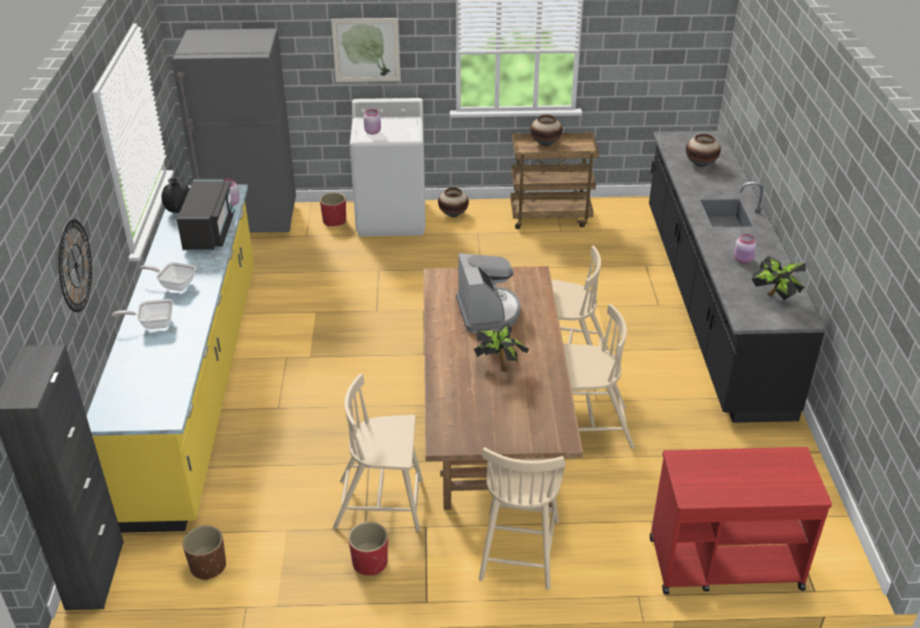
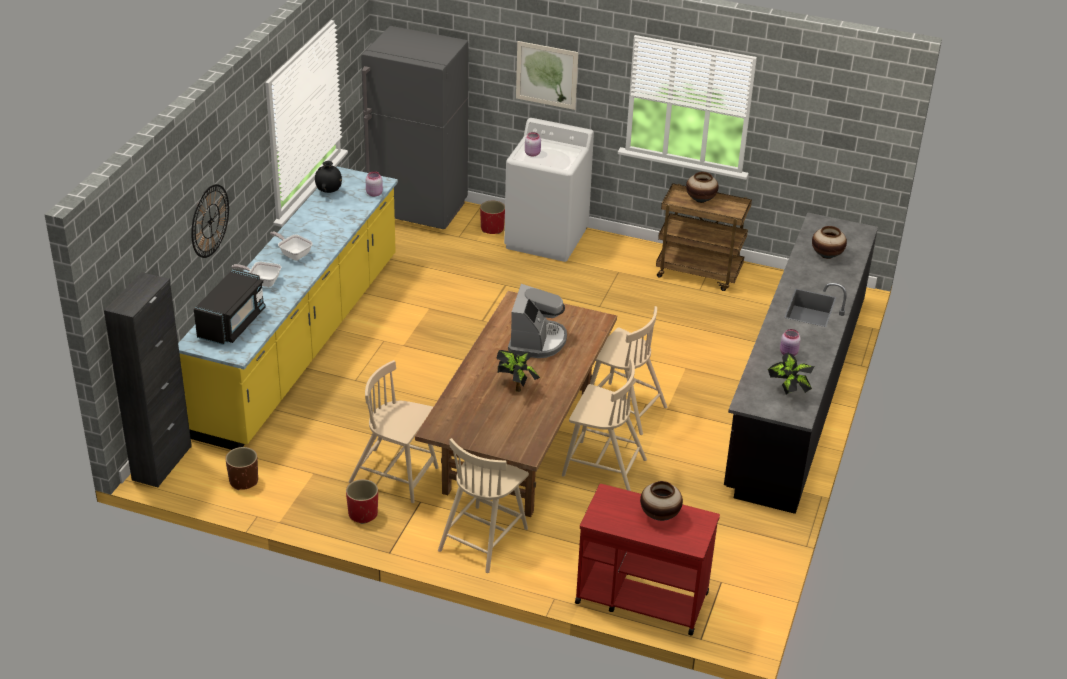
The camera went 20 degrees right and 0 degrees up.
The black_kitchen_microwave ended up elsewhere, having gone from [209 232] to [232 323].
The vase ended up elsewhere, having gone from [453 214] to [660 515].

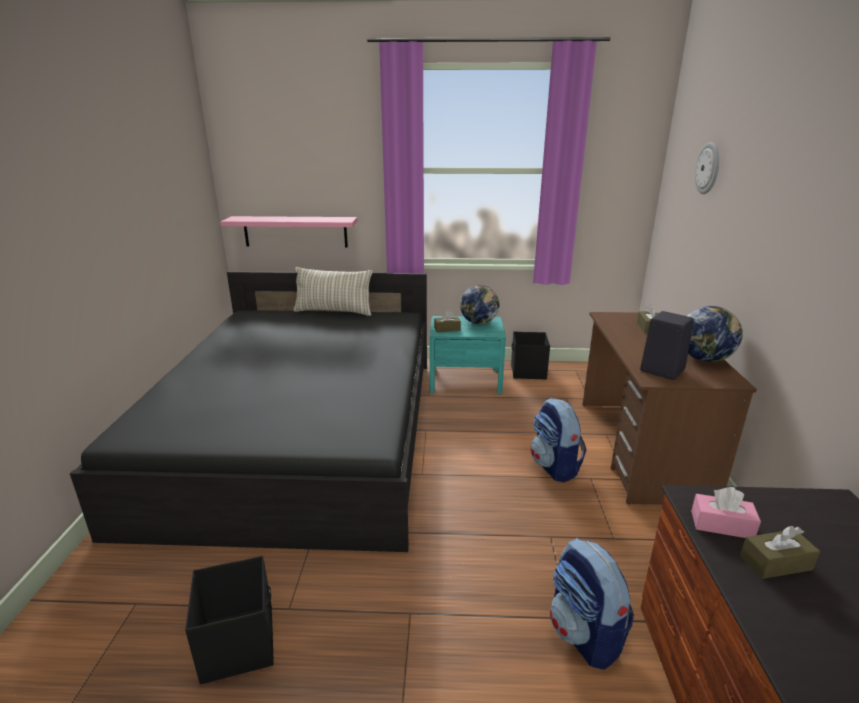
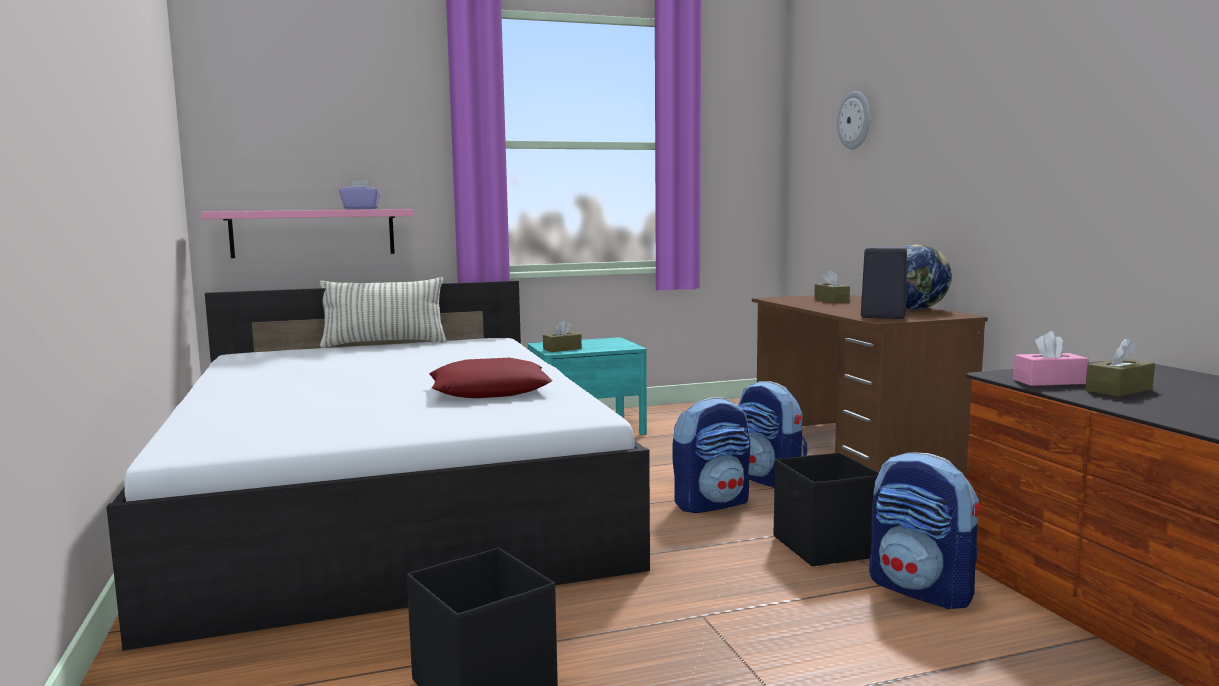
The camera went 20 degrees left and 15 degrees down.
What was the black_bed at [302 432] turned into the white-coloured_bed at [389 499].
The second view lost the desk_globe at [479 322].
The black_storage_bin ended up elsewhere, having gone from [528 371] to [825 547].
The second view gained the purple-coloured_tissue_box at [361 209].
The second view gained the red_pillow at [490 390].
The second view gained the backpack at [712 503].

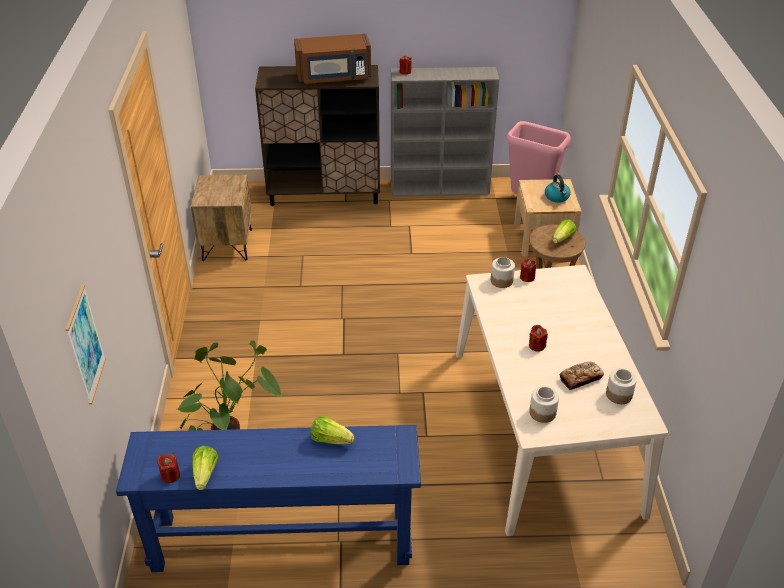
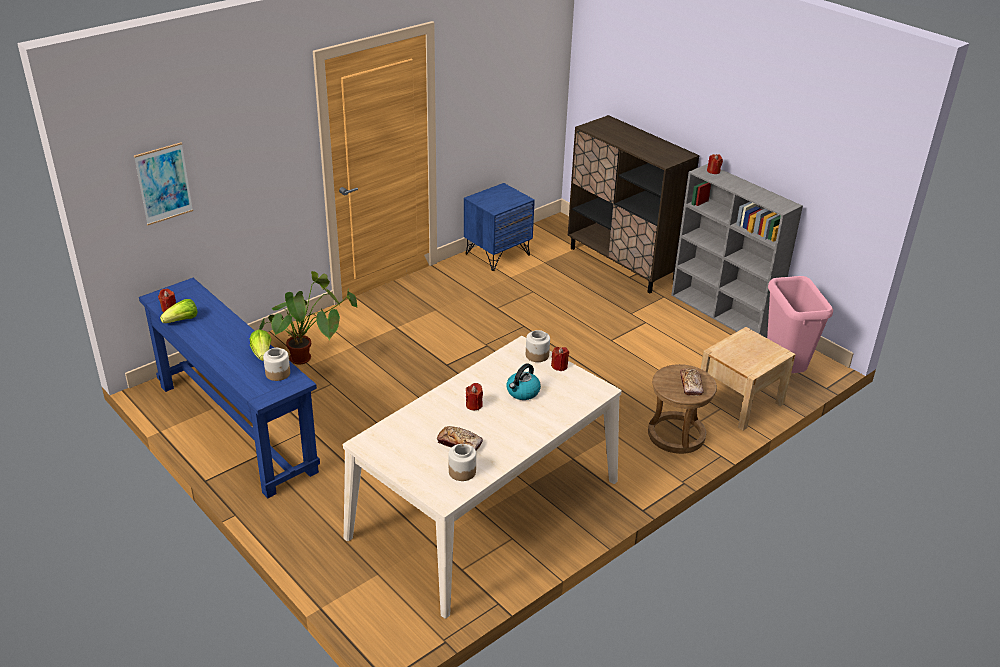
The camera went 50 degrees right and 5 degrees down.
What was the brown-coloured_night_table at [227 245] turned into the blue-coloured_night_table at [497 254].
The second view lost the brown-coloured_kitchen_microwave at [334 77].
The preserve_jar ended up elsewhere, having gone from [543 412] to [278 373].
The tea_kettle ended up elsewhere, having gone from [557 197] to [522 392].
Where the lettuce stood at [563 239], the bread came to stand at [691 385].

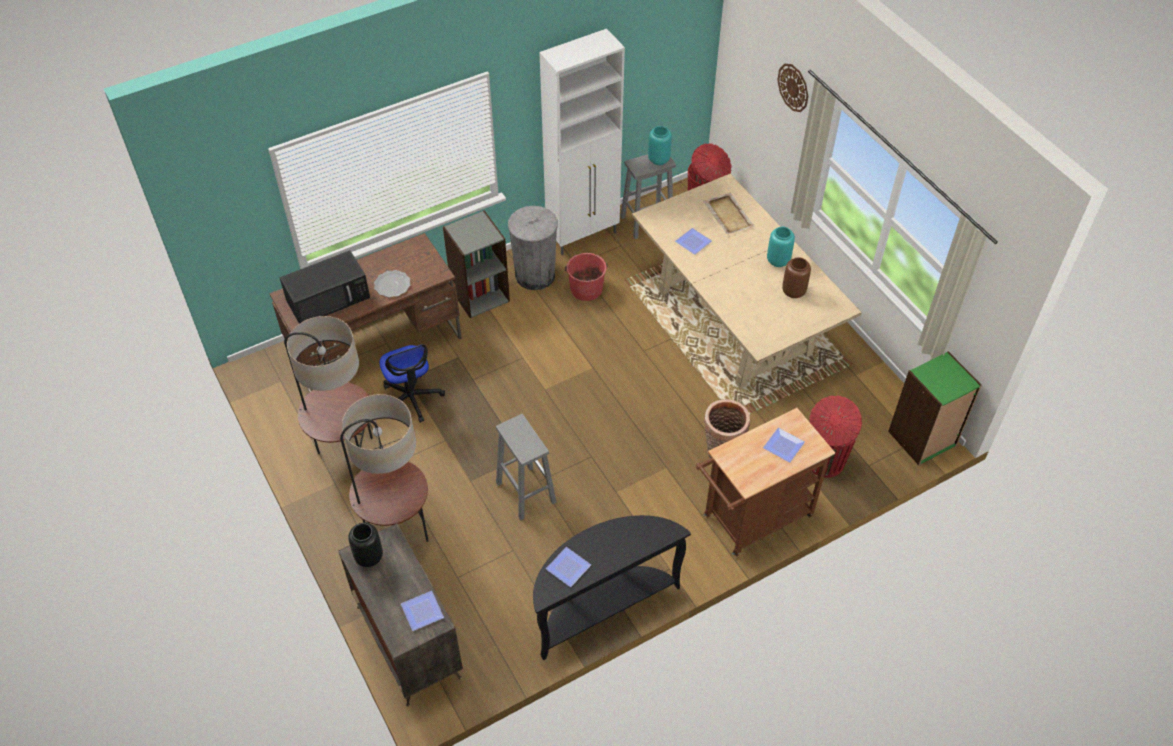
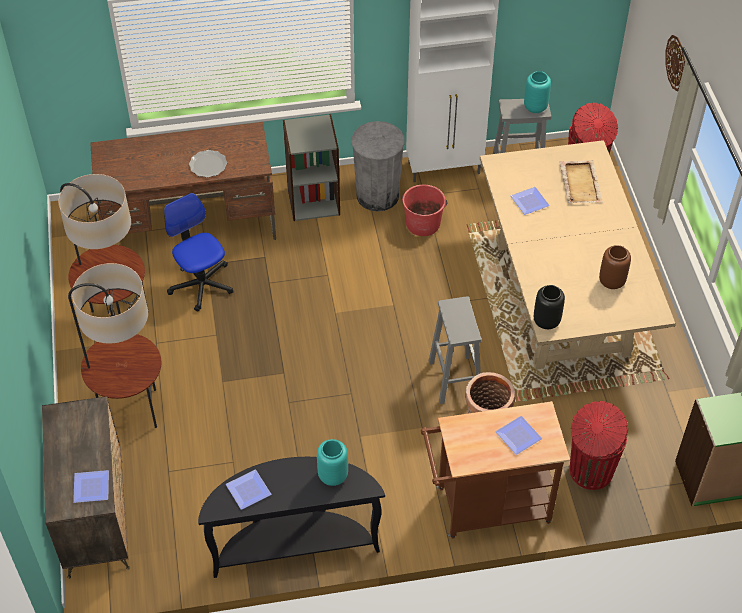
The camera went 20 degrees right and 0 degrees up.
The second view lost the black_kitchen_microwave at [329 298].
The black_vase ended up elsewhere, having gone from [368 557] to [546 321].
The computer_chair at [411 398] ended up facing another way, 150 degrees clockwise from before.
The greyish_sitting_stool ended up elsewhere, having gone from [525 492] to [454 378].
The turquoise-coloured_vase ended up elsewhere, having gone from [777 261] to [332 475].

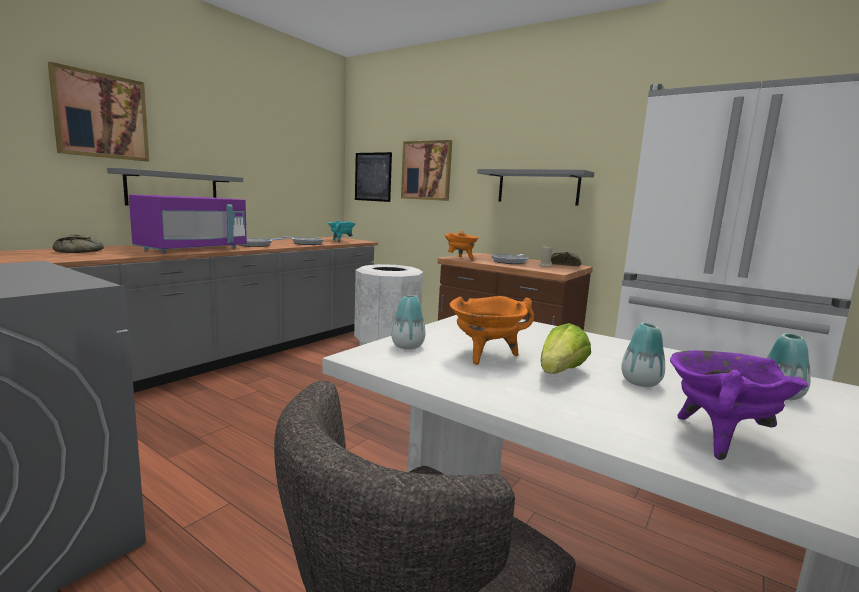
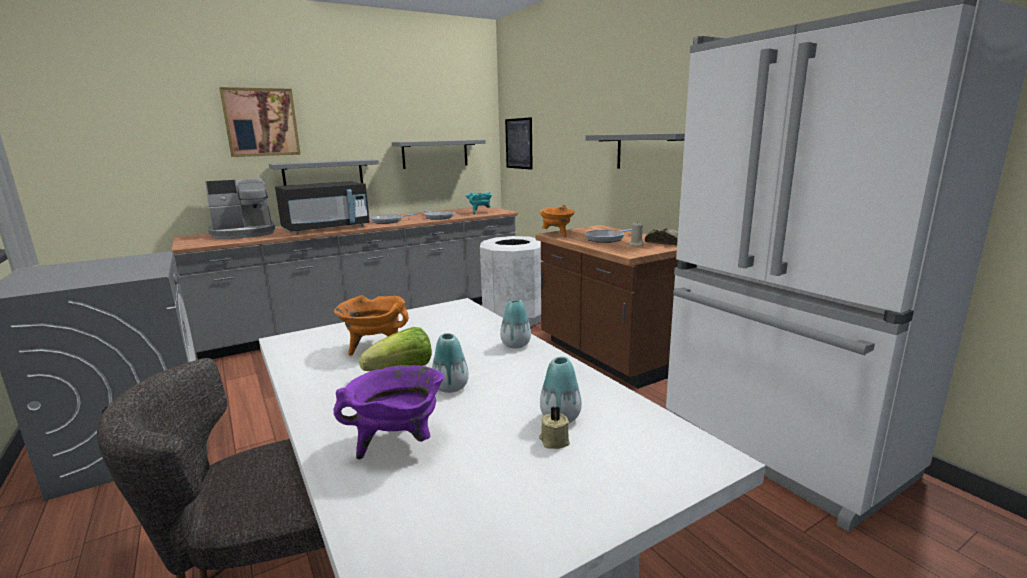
The camera went 25 degrees right and 5 degrees up.
Where the bread stood at [80 251], the coffee_machine came to stand at [244 233].
What was the purple-coloured_kitchen_microwave at [193 249] turned into the black_kitchen_microwave at [326 229].
The vase ended up elsewhere, having gone from [407 346] to [515 345].
The second view lost the picture at [426 170].
The second view gained the greyish_wall_shelf at [435 154].
The second view gained the sand-coloured_wax_light at [554 441].

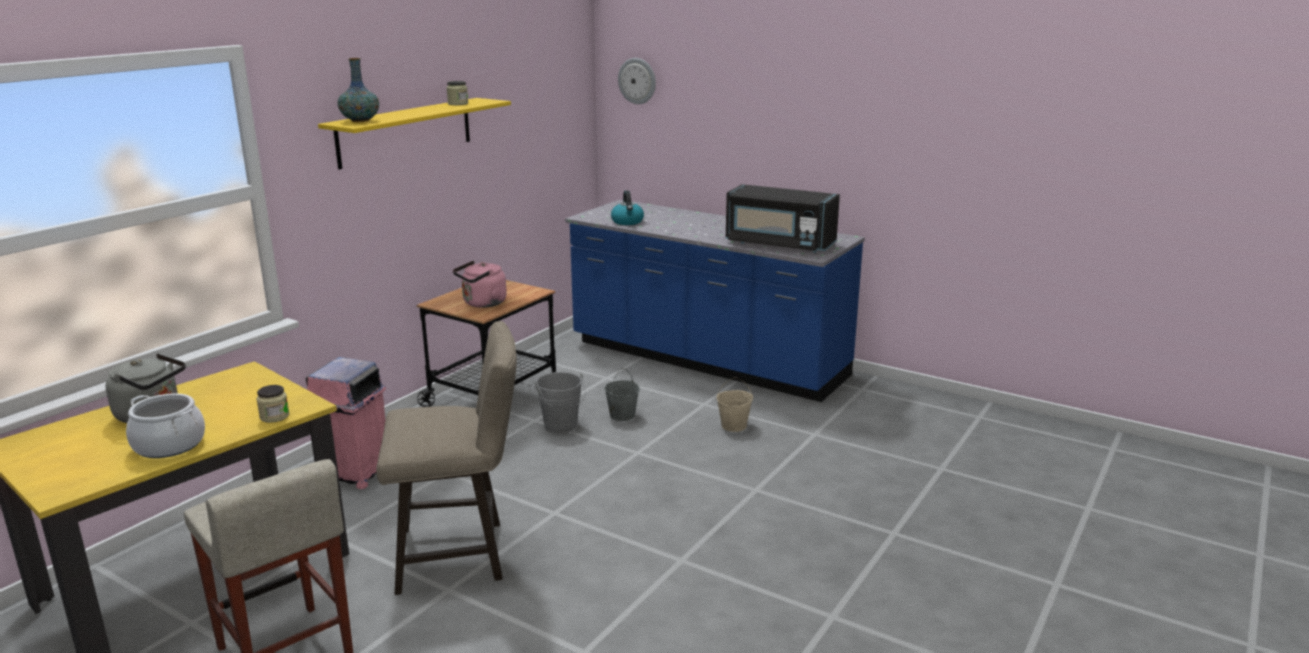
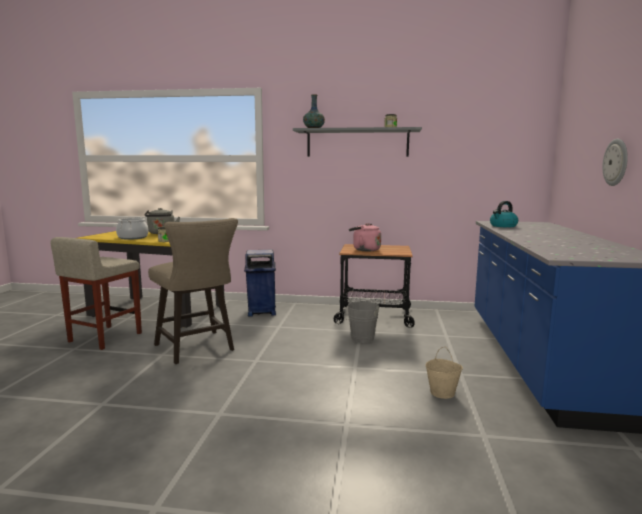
The camera went 65 degrees right and 10 degrees down.
What was the pink-coloured_rubbish_bin at [355 474] turned into the blue-coloured_rubbish_bin at [261 311].
What was the yellow-coloured_wall_shelf at [406 132] turned into the greyish_wall_shelf at [357 143].
The second view lost the greyish_pail at [622 415].
The clock_on_the_wall ended up elsewhere, having gone from [637 81] to [616 162].
The second view lost the black_kitchen_microwave at [779 244].

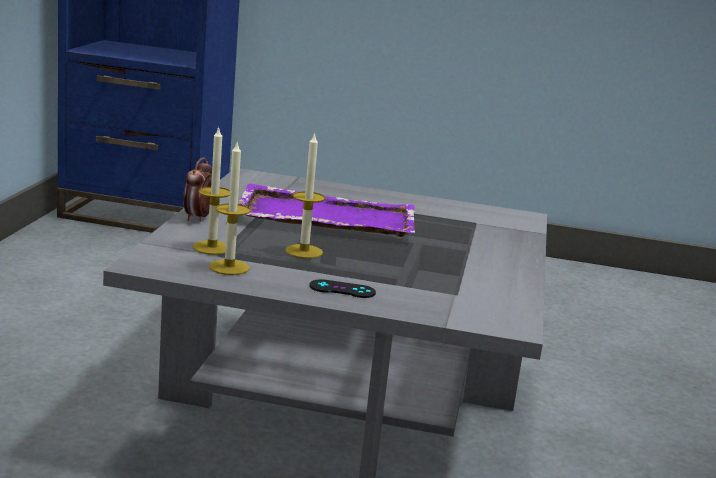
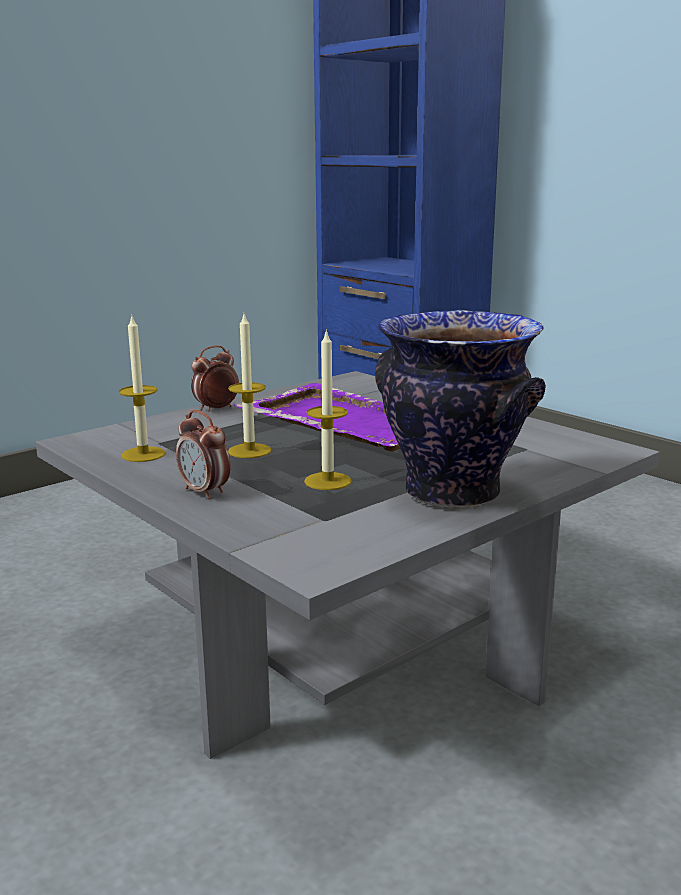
The camera went 40 degrees right and 0 degrees up.
The wax_light ended up elsewhere, having gone from [212 247] to [328 481].
Where the black_gamepad stood at [342 289], the table_clock came to stand at [205 492].
The second view gained the vase at [451 493].

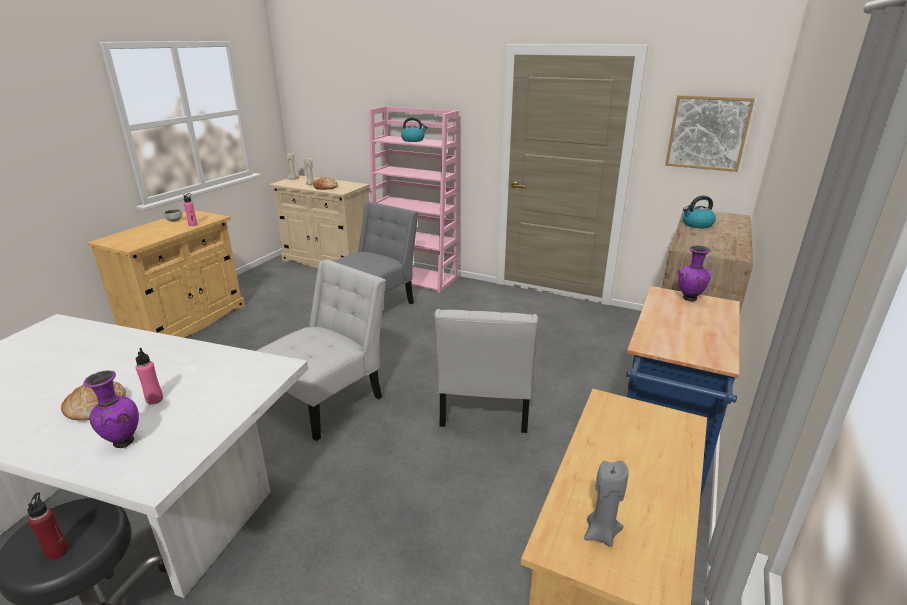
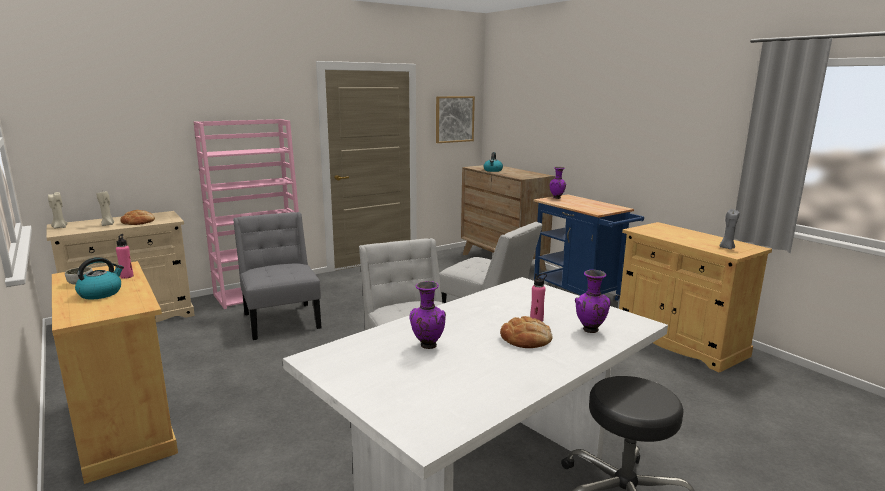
The camera went 60 degrees left and 10 degrees down.
The second view lost the red_bottle at [57 552].
The tea_kettle ended up elsewhere, having gone from [413 140] to [101 293].
The second view gained the purple-coloured_vase at [427 346].

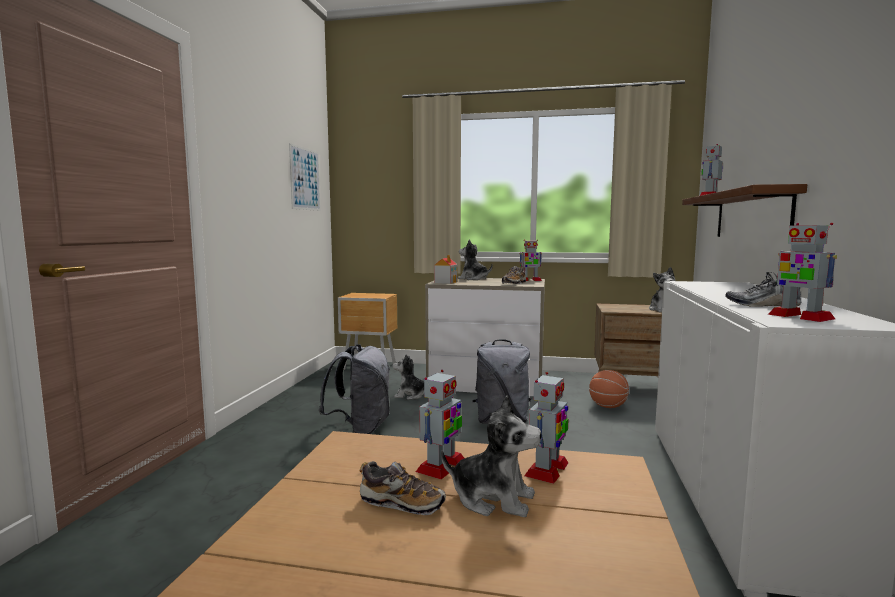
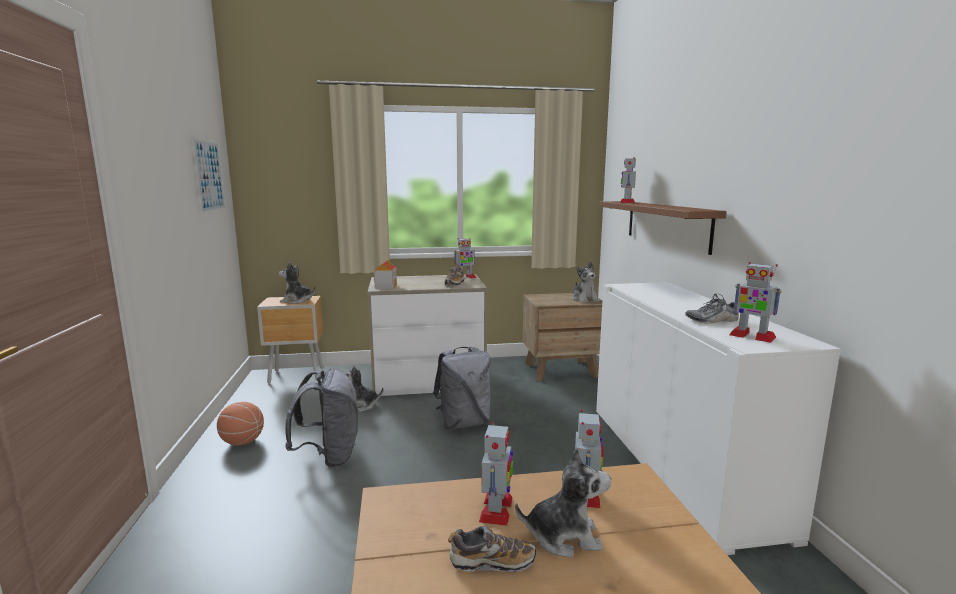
The camera went 20 degrees left and 5 degrees up.
The soft_toy ended up elsewhere, having gone from [473 279] to [297 301].
The basketball ended up elsewhere, having gone from [607 406] to [242 442].

